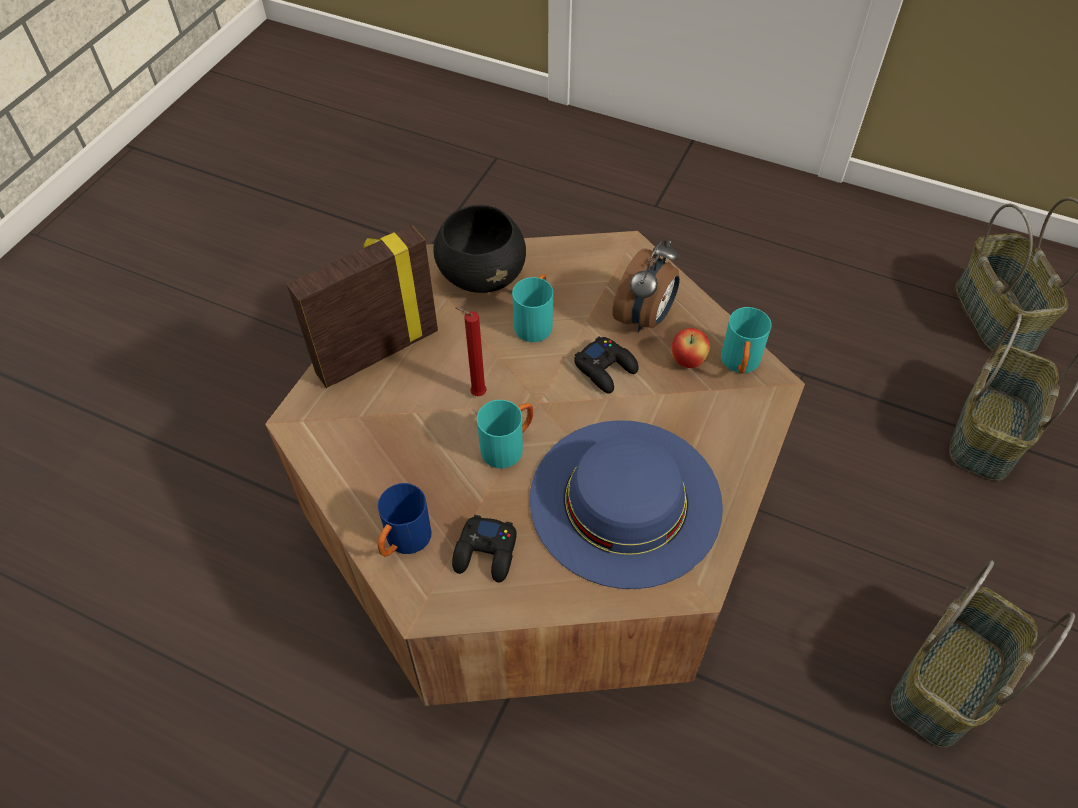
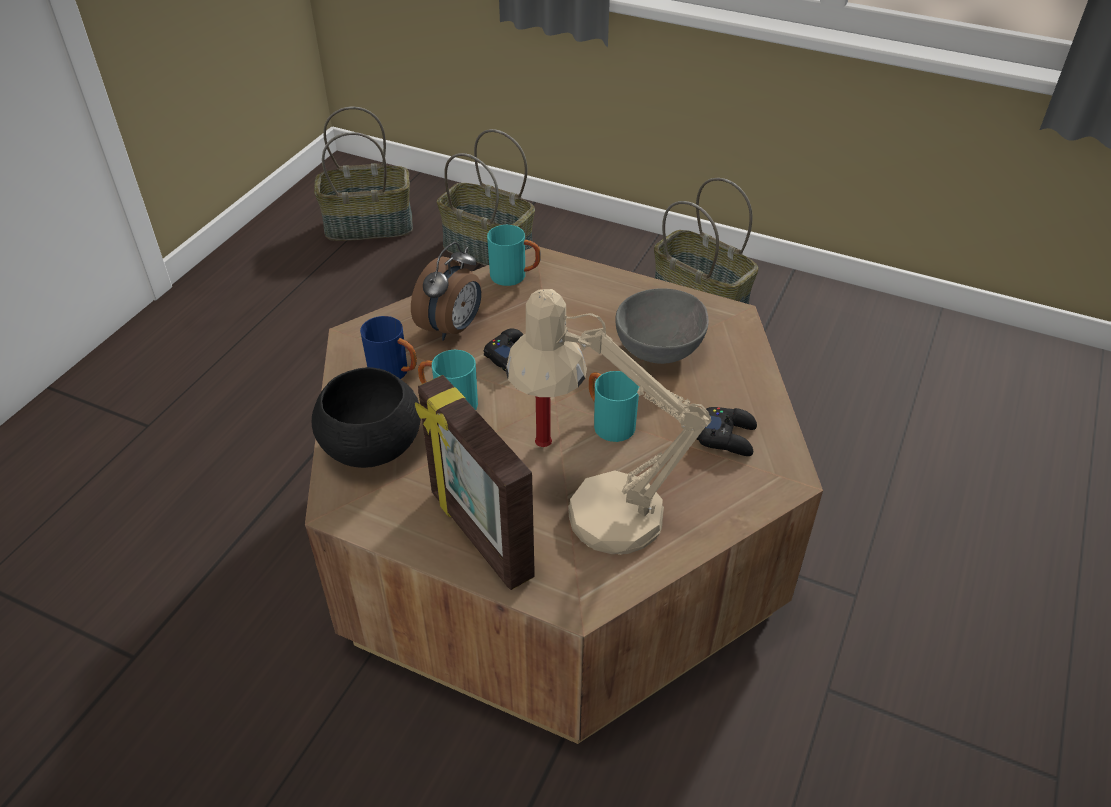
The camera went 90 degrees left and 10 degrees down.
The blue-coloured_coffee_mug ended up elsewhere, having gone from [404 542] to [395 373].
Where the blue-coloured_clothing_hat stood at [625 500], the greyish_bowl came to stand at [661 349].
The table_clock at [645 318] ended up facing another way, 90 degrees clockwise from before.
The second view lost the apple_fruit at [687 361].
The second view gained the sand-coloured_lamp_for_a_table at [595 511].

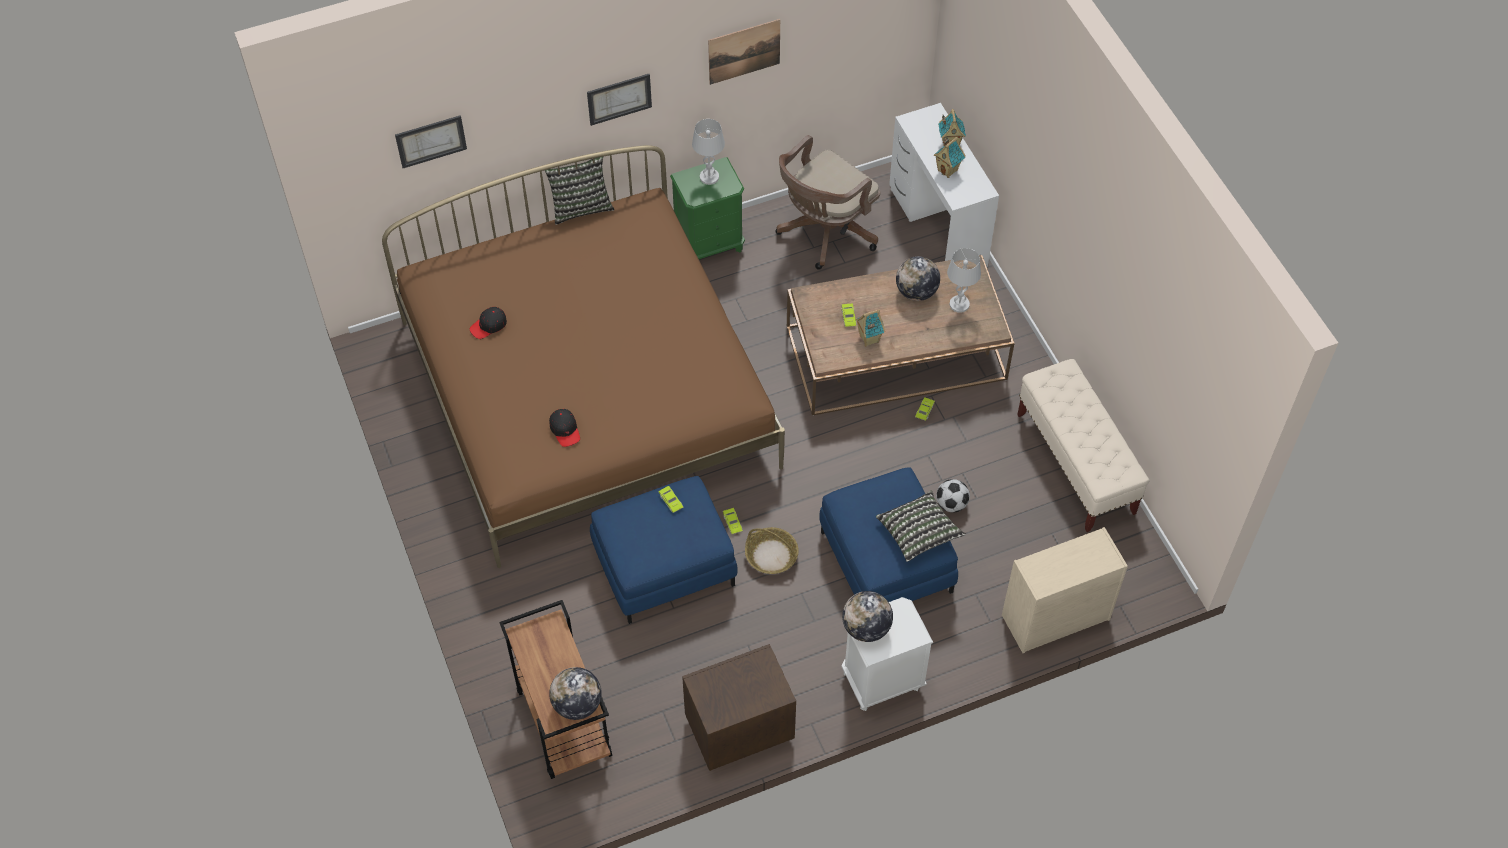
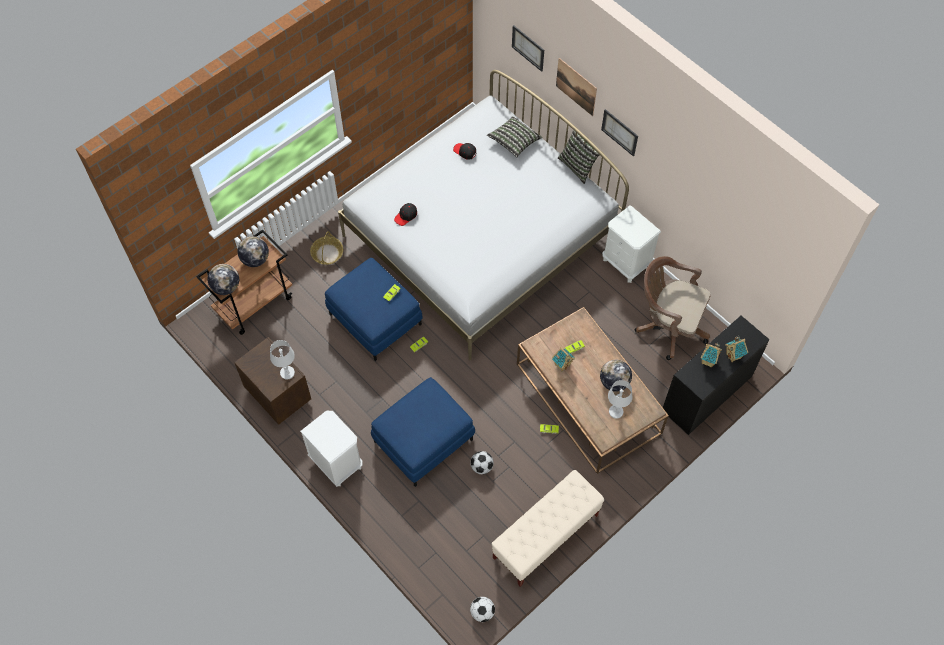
The camera went 70 degrees right and 5 degrees up.
What was the brown-coloured_bed at [588 393] turned into the white-coloured_bed at [481 237].
What was the greenish_night_table at [709 243] turned into the white-coloured_night_table at [626 263].
The white-coloured_lamp_for_a_table ended up elsewhere, having gone from [709 177] to [287 373].
The picture ended up elsewhere, having gone from [744 51] to [576 86].
The household_basket ended up elsewhere, having gone from [771 556] to [327 253].
The desk_globe ended up elsewhere, having gone from [866 628] to [255 259].
The pillow ended up elsewhere, having gone from [918 533] to [514 141].
What was the white-coloured_desk_unit at [938 228] turned into the black_desk_unit at [707 393].
The second view lost the sand-coloured_dresser at [1054 618].
The second view gained the football_ball at [482 612].

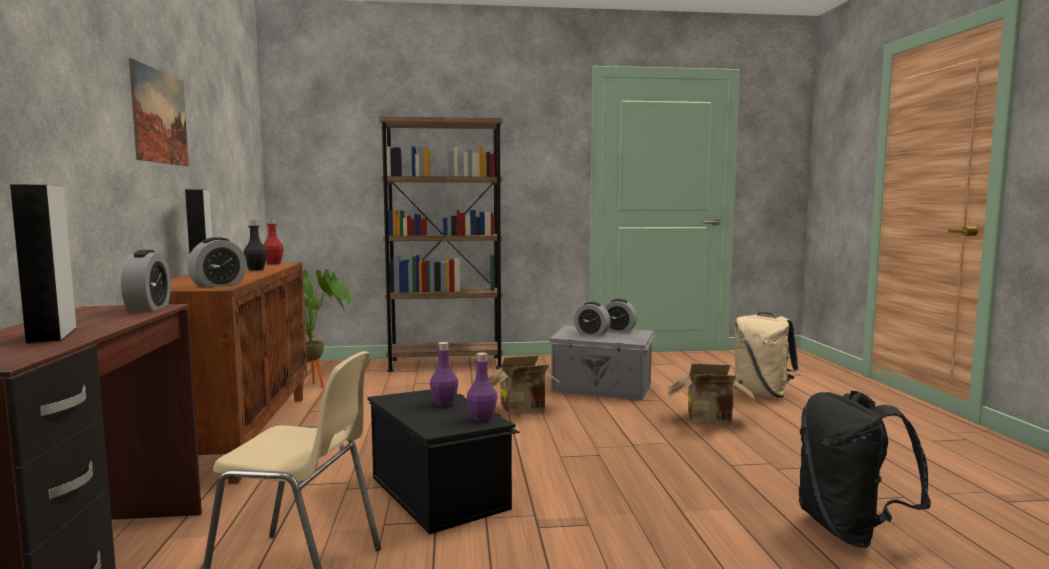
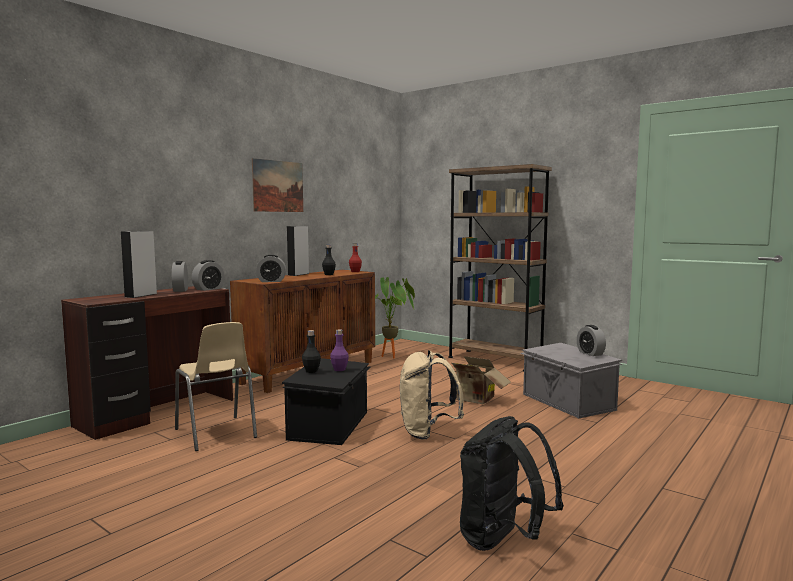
The camera went 45 degrees right and 0 degrees up.
The second view lost the purple-coloured_bottle at [482 418].
The table_clock ended up elsewhere, having gone from [592 333] to [180 290].
The second view lost the packing_box at [711 421].
The sand-coloured_backpack ended up elsewhere, having gone from [762 394] to [427 433].
The second view gained the black_bottle at [311 371].

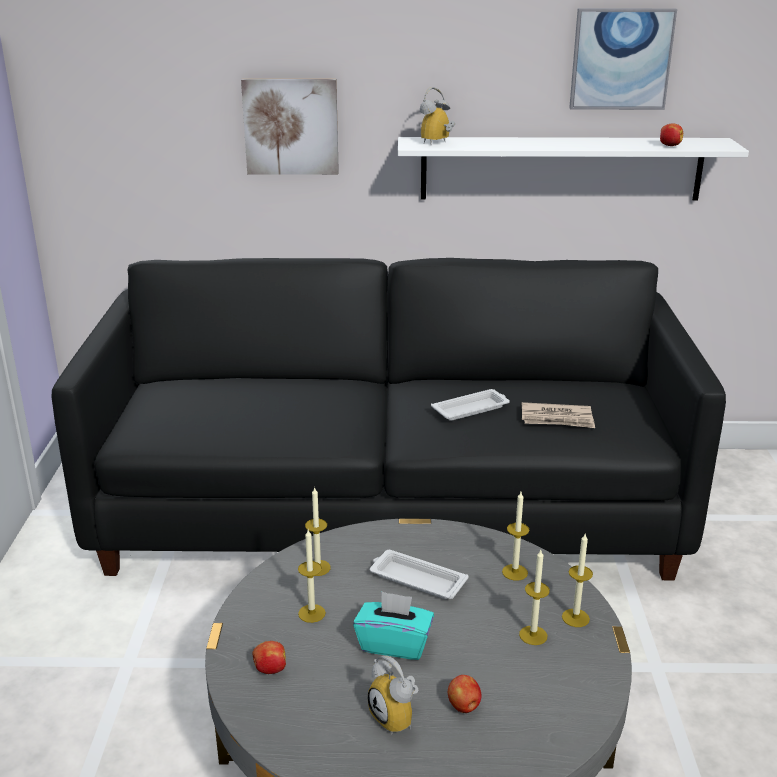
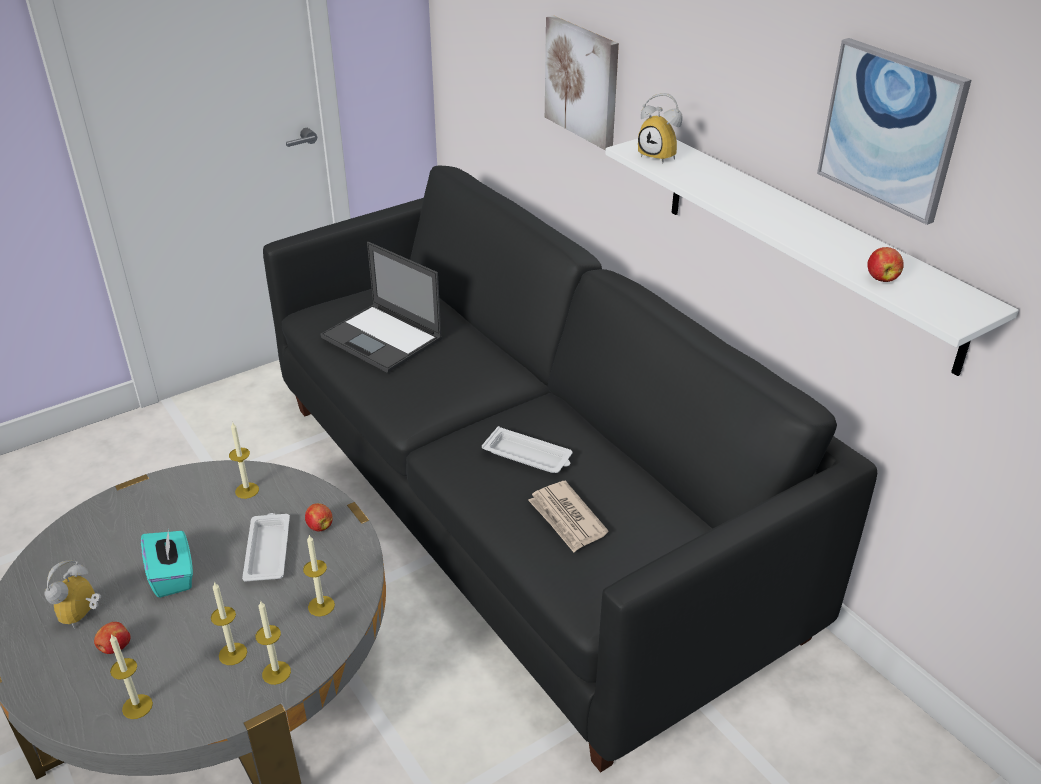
The camera went 55 degrees right and 10 degrees up.
The apple_fruit ended up elsewhere, having gone from [270 669] to [319 526].
The wax_light ended up elsewhere, having gone from [311 613] to [137 706].
The table_clock at [437 143] ended up facing another way, 150 degrees counterclockwise from before.
The second view gained the notebook_computer at [383 338].

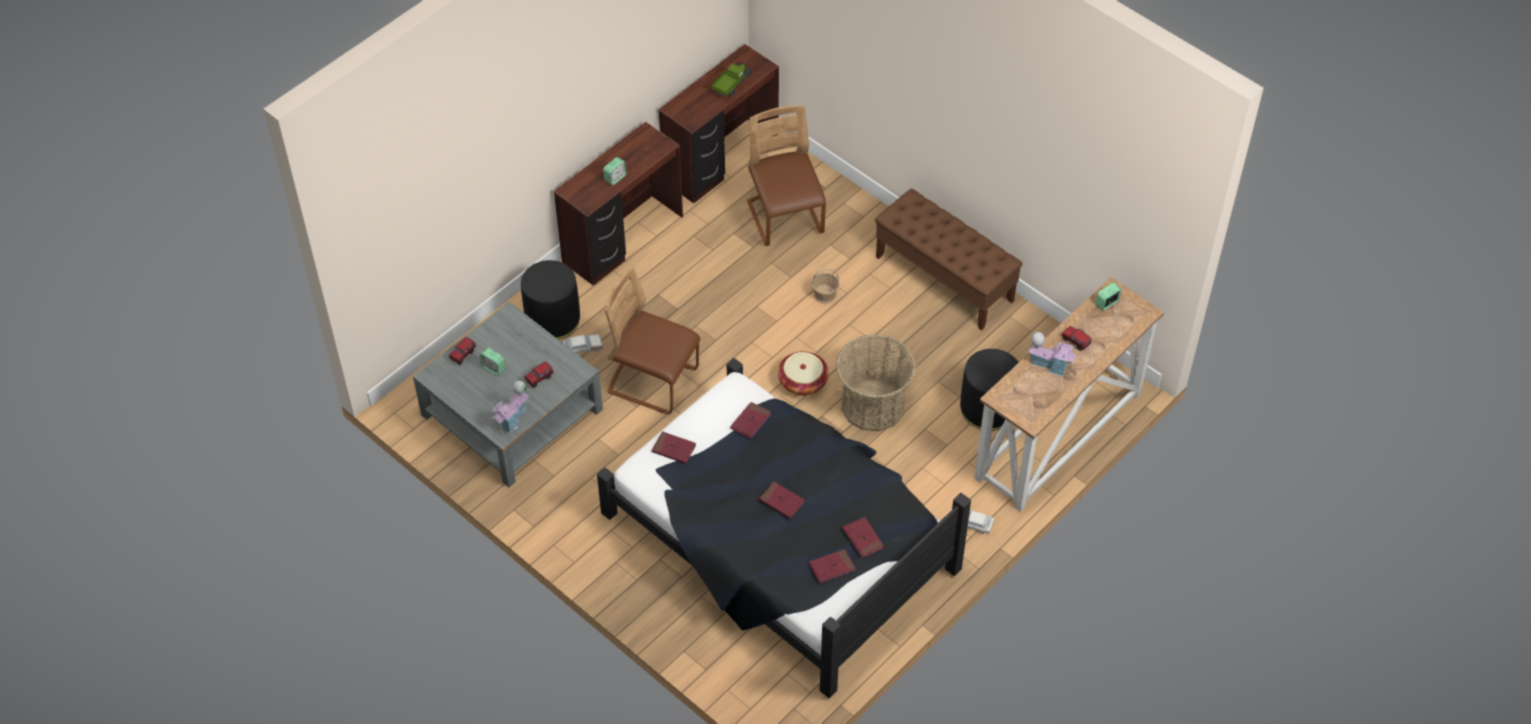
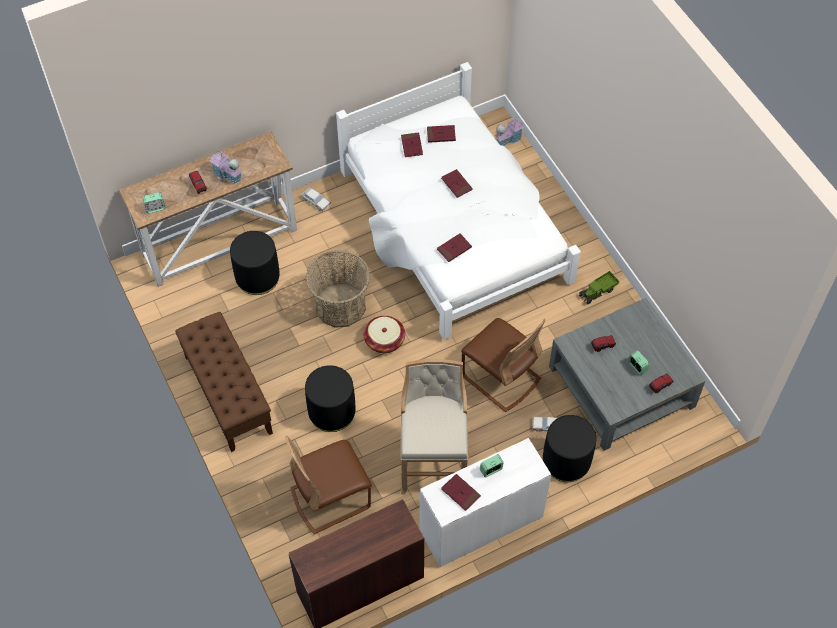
The camera went 160 degrees left and 5 degrees up.
The toy_house ended up elsewhere, having gone from [512 419] to [508 139].
What was the brown-coloured_desk_unit at [624 240] turned into the white-coloured_desk_unit at [480 523].
What was the black_bed at [780 542] turned into the white-coloured_bed at [454 228].
The red_bound_book ended up elsewhere, having gone from [673 449] to [460 493].
The toy_lorry ended up elsewhere, having gone from [731 84] to [598 291].
The brown-coloured_chair at [785 219] ended up facing another way, 60 degrees clockwise from before.
Where the household_basket stood at [824 294], the black_ottoman came to stand at [332 411].
The second view gained the sand-coloured_sitting_stool at [433 460].

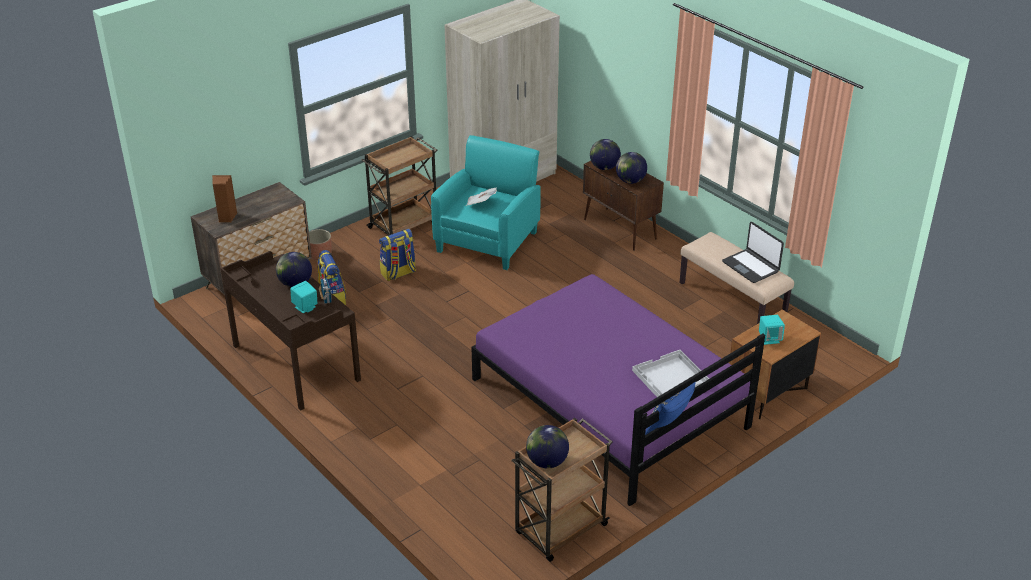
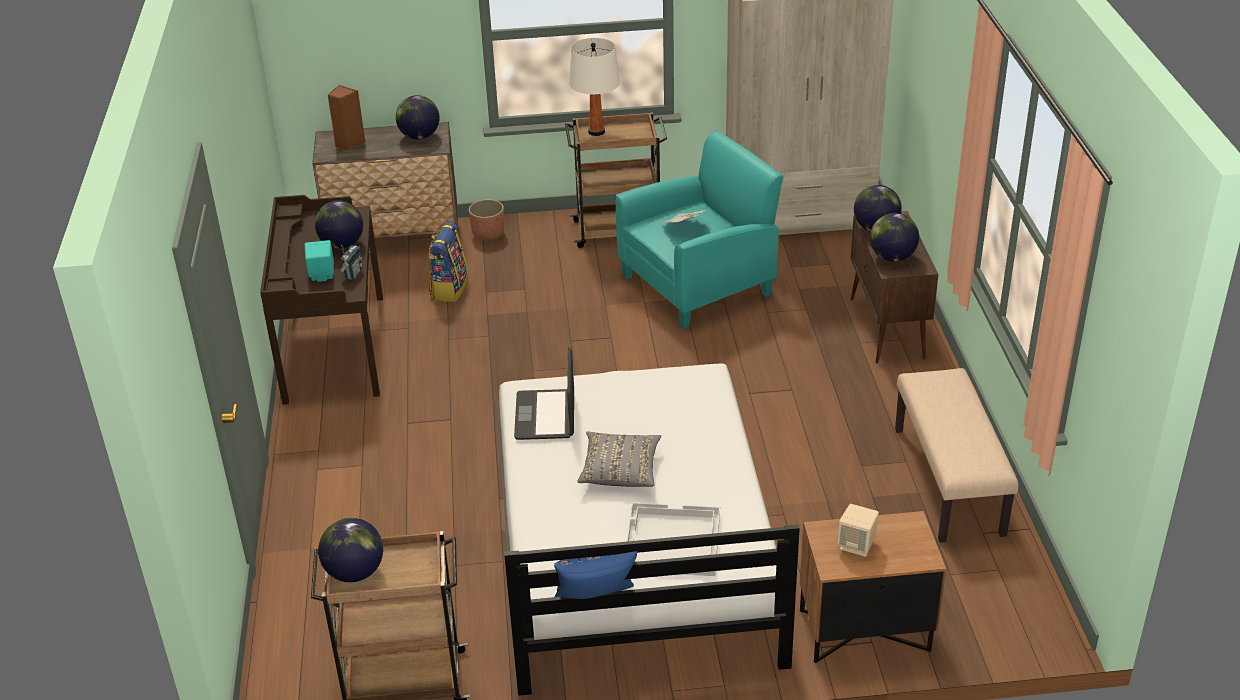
The camera went 35 degrees right and 0 degrees up.
The second view lost the backpack at [398 273].
What was the purple-coloured_bed at [608 403] turned into the white-coloured_bed at [633 548].
The notebook_computer ended up elsewhere, having gone from [751 266] to [546 416].
What was the turquoise-coloured_speaker at [769 339] turned into the sand-coloured_speaker at [857 545].
The second view gained the desk_globe at [419 136].
The second view gained the white-coloured_lamp_for_a_table at [596 132].
The second view gained the greyish_pillow at [620 470].

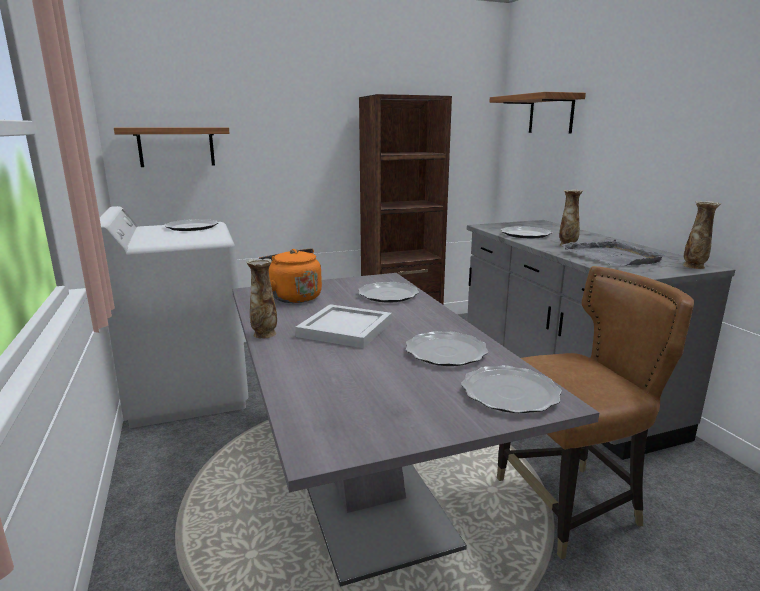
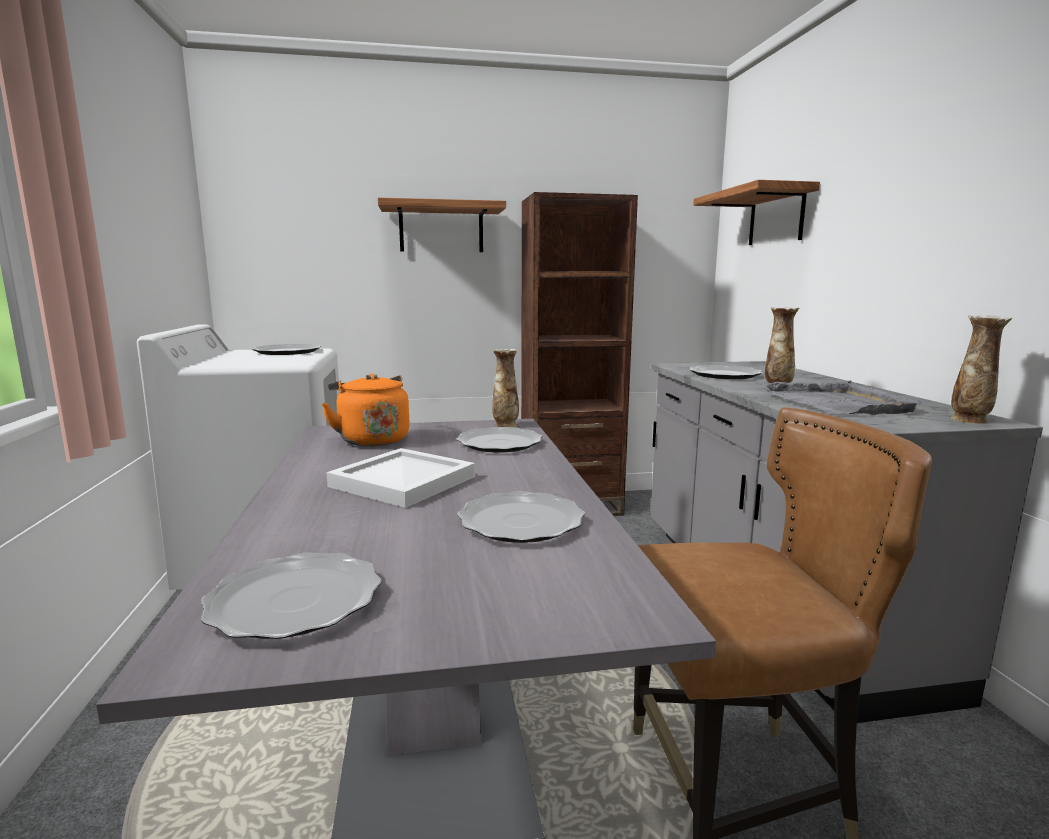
The camera went 10 degrees right and 5 degrees down.
The wall_shelf ended up elsewhere, having gone from [176 147] to [441 229].
The vase ended up elsewhere, having gone from [264 334] to [505 425].
The dinner_plate ended up elsewhere, having gone from [509 393] to [295 600].

